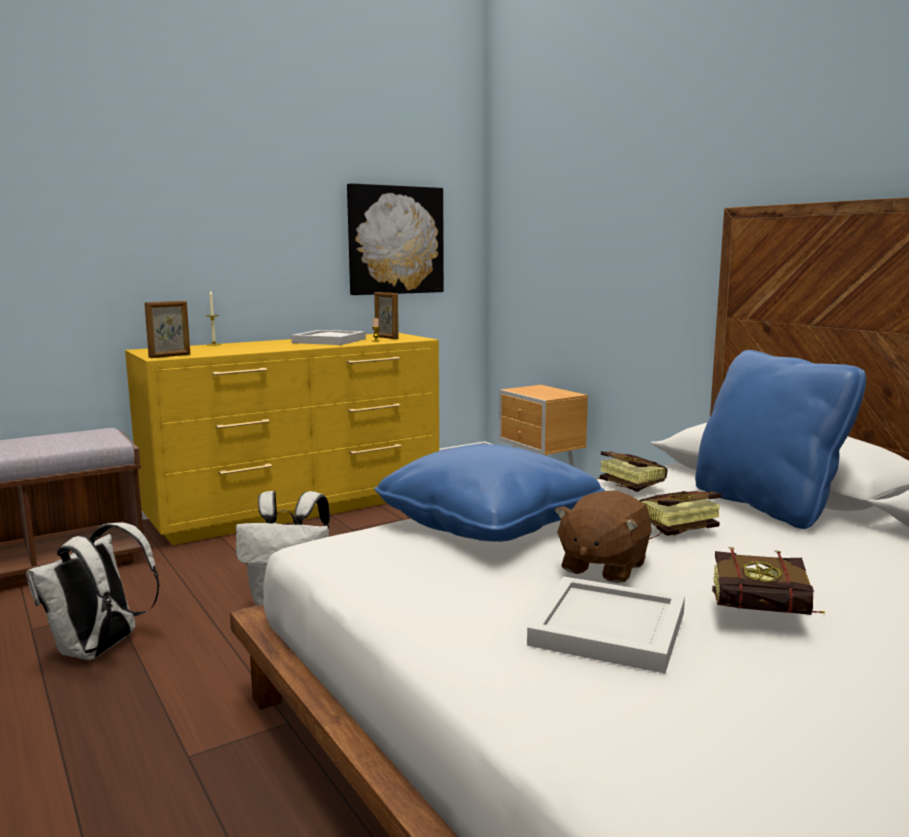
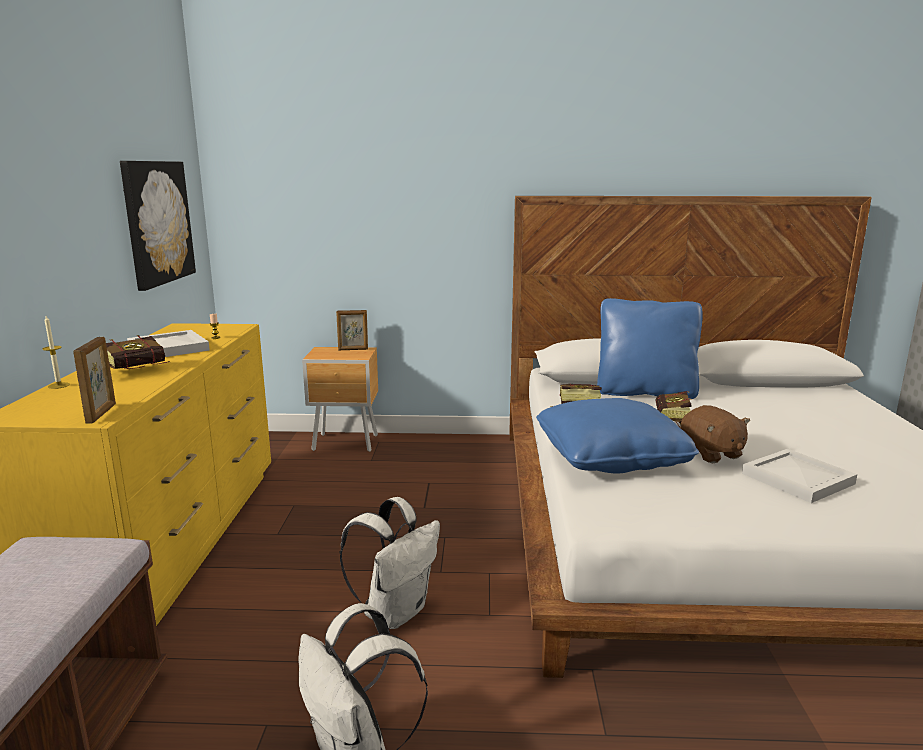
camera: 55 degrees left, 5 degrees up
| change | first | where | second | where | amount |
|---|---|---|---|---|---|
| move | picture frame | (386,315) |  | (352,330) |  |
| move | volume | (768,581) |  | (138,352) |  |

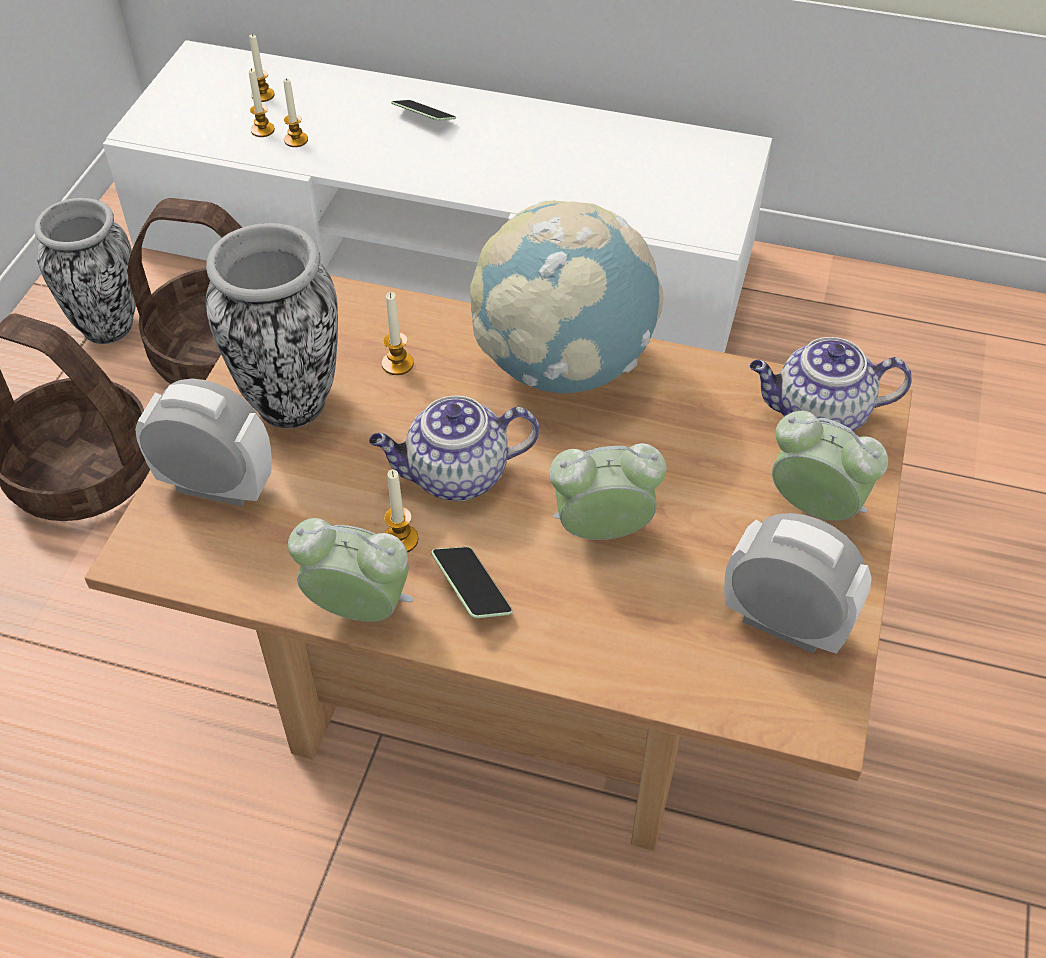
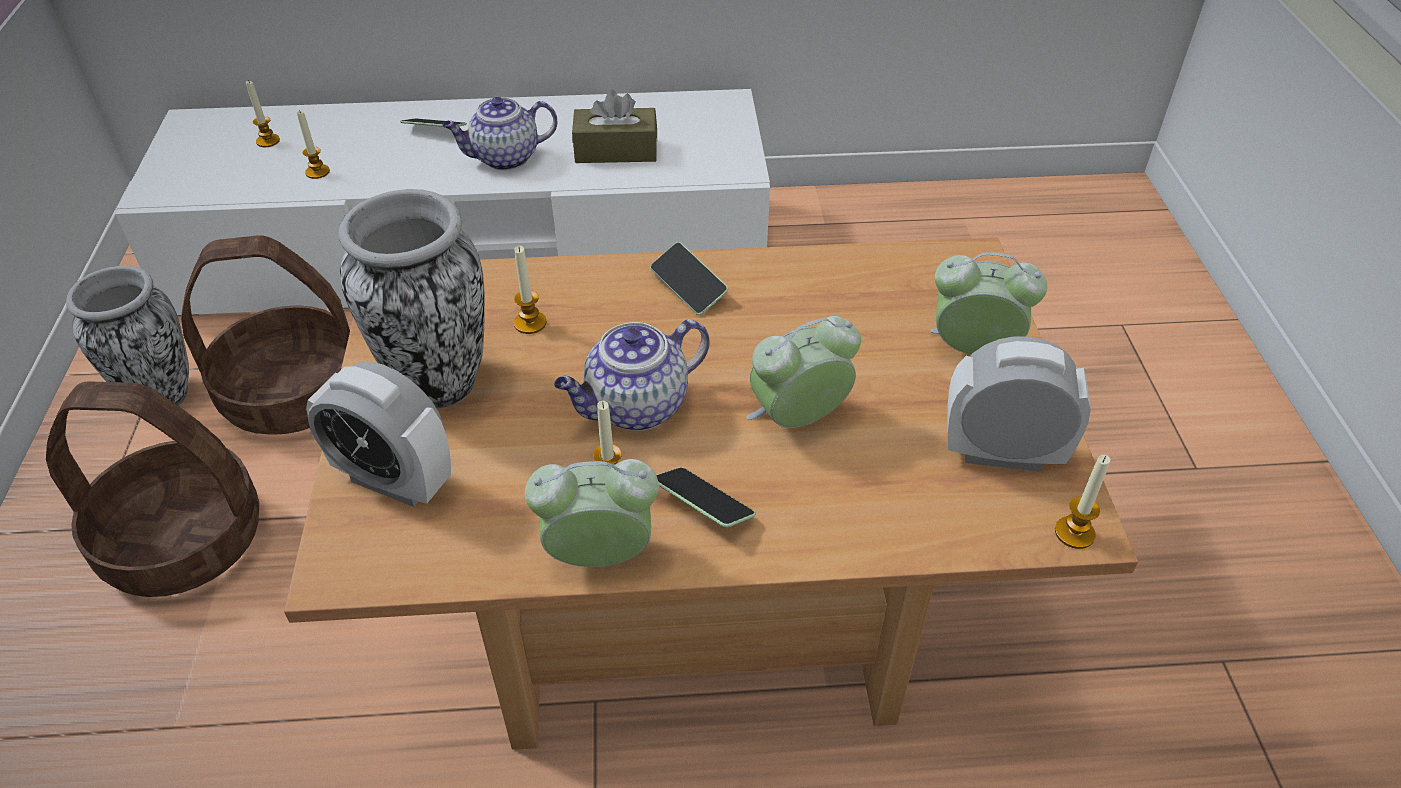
camera: 20 degrees left, 5 degrees down
| change | first | where | second | where | amount |
|---|---|---|---|---|---|
| insert |  |  | brown tissue box | (614,126) |  |
| move | candle | (262,102) |  | (1082,502) |  |
| move | teapot | (831,384) |  | (499,134) |  |
| replace | desk globe | (566,296) | handset | (689,278) |  |
| rotate | alarm clock | (203,442) |  | (378,434) | 150 degrees counterclockwise |

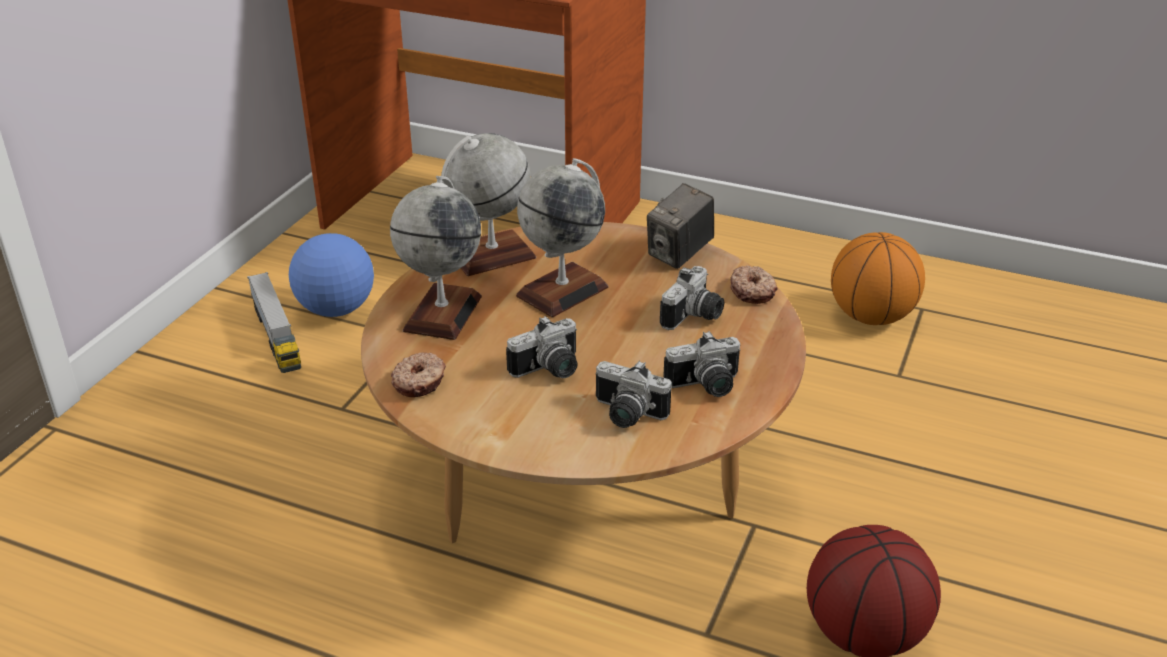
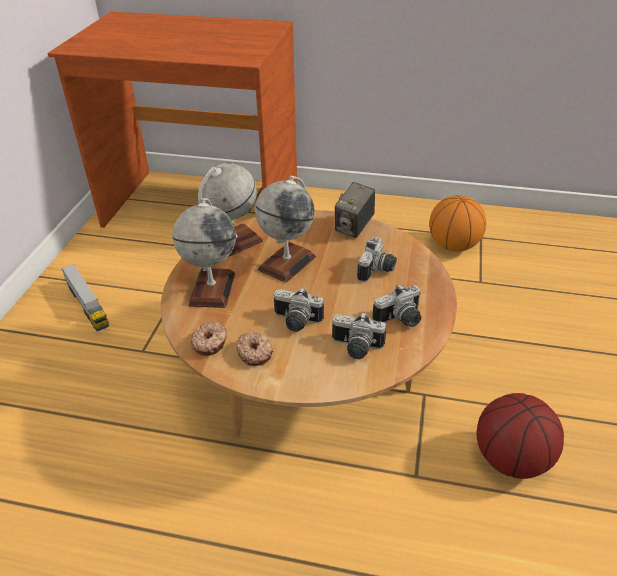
camera: 10 degrees left, 5 degrees up
| change | first | where | second | where | amount |
|---|---|---|---|---|---|
| delete | football | (331,275) |  |  |  |
| move | donut | (753,284) |  | (255,349) |  |
| rotate | still camera | (541,347) |  | (299,309) | 60 degrees clockwise |

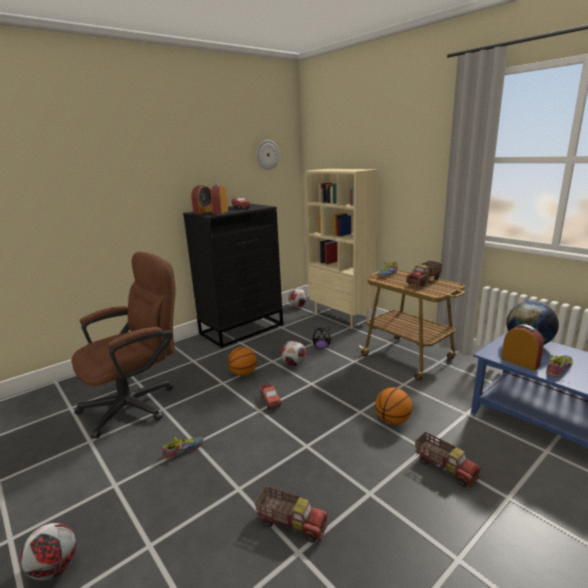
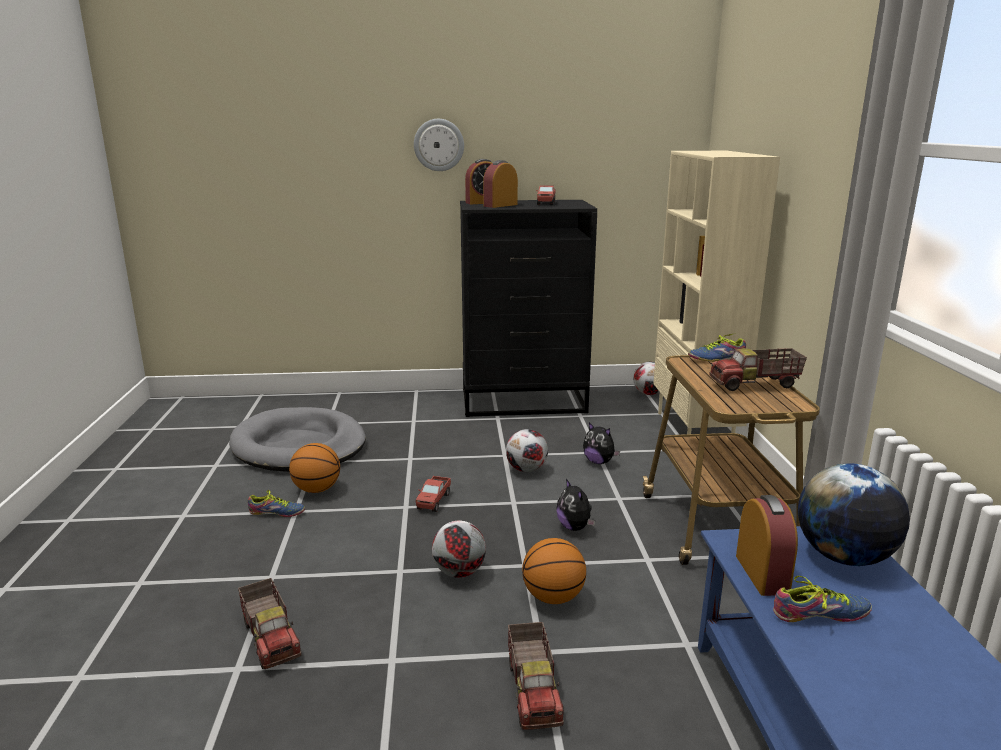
camera: 35 degrees right, 0 degrees up
| change | first | where | second | where | amount |
|---|---|---|---|---|---|
| insert |  |  | plush toy | (576,505) |  |
| move | football | (48,551) |  | (459,549) |  |
| move | ball for basketball | (242,361) |  | (314,468) |  |
| move | wall clock | (267,155) |  | (439,145) |  |
| replace | brown office chair | (123,344) | gray dog cushion | (297,439) |  |

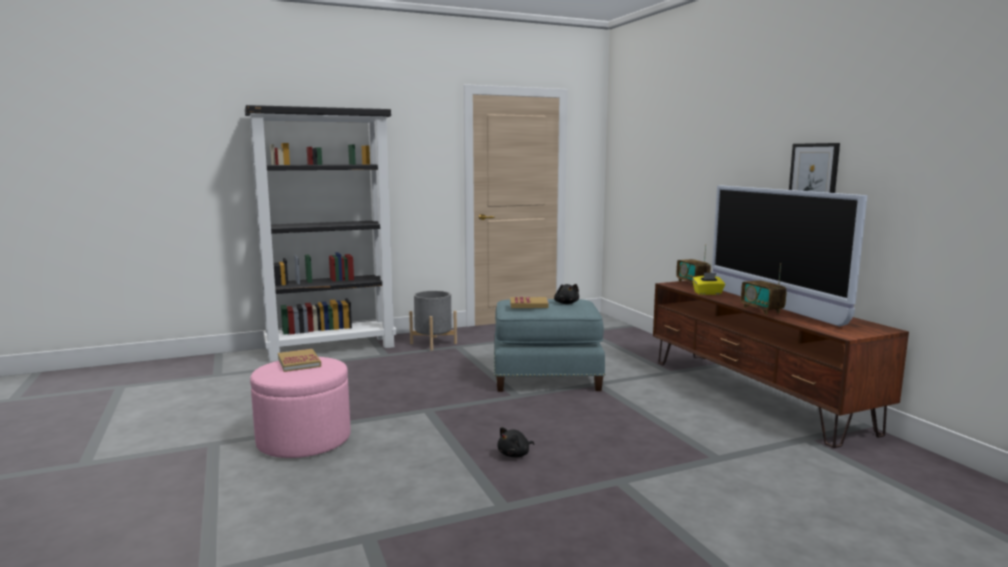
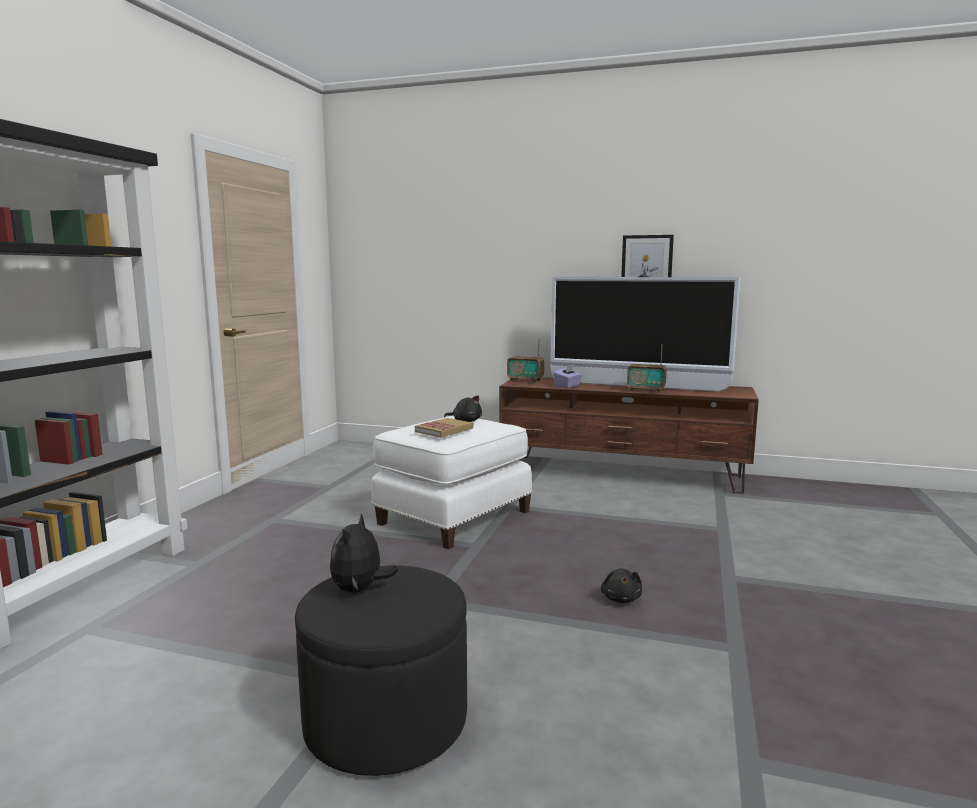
camera: 50 degrees left, 0 degrees up
| change | first | where | second | where | amount |
|---|---|---|---|---|---|
| delete | gray flower pot | (433,321) |  |  |  |
| replace | volume | (299,360) | plush toy | (364,553) |  |
| recolor | pink pouffe | (300,407) | blackish pouffe | (381,670) |  |
| recolor | bluish pouffe | (549,345) | whitish pouffe | (451,482) |  |
| recolor | yellowish tissue box | (708,284) | purplish tissue box | (567,376) |  |

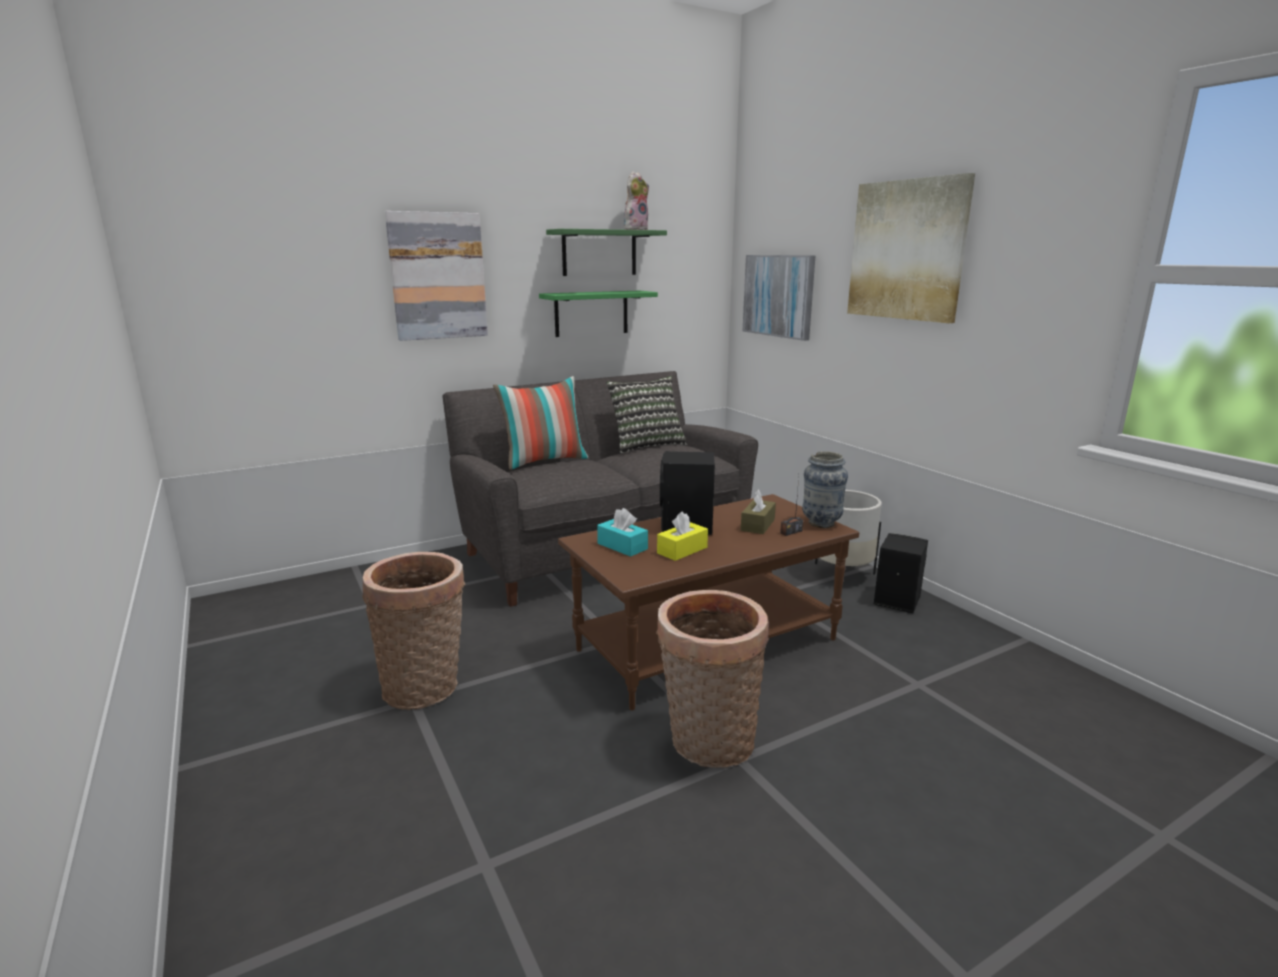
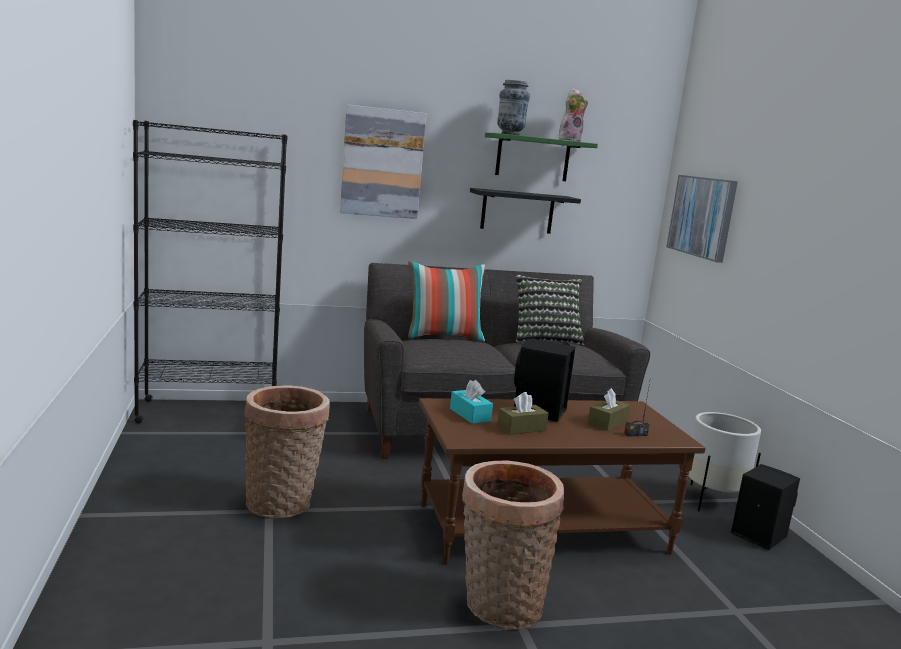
camera: 15 degrees right, 5 degrees down
| change | first | where | second | where | amount |
|---|---|---|---|---|---|
| delete | picture | (911,248) |  |  |  |
| insert |  |  | blackish bookcase | (210,272) |  |
| move | vase | (825,489) |  | (513,107) |  |
| recolor | green-coloured shelf | (598,314) | blackish shelf | (525,211) |  |
| recolor | yellowish tissue box | (682,536) | brown tissue box | (522,413) |  |

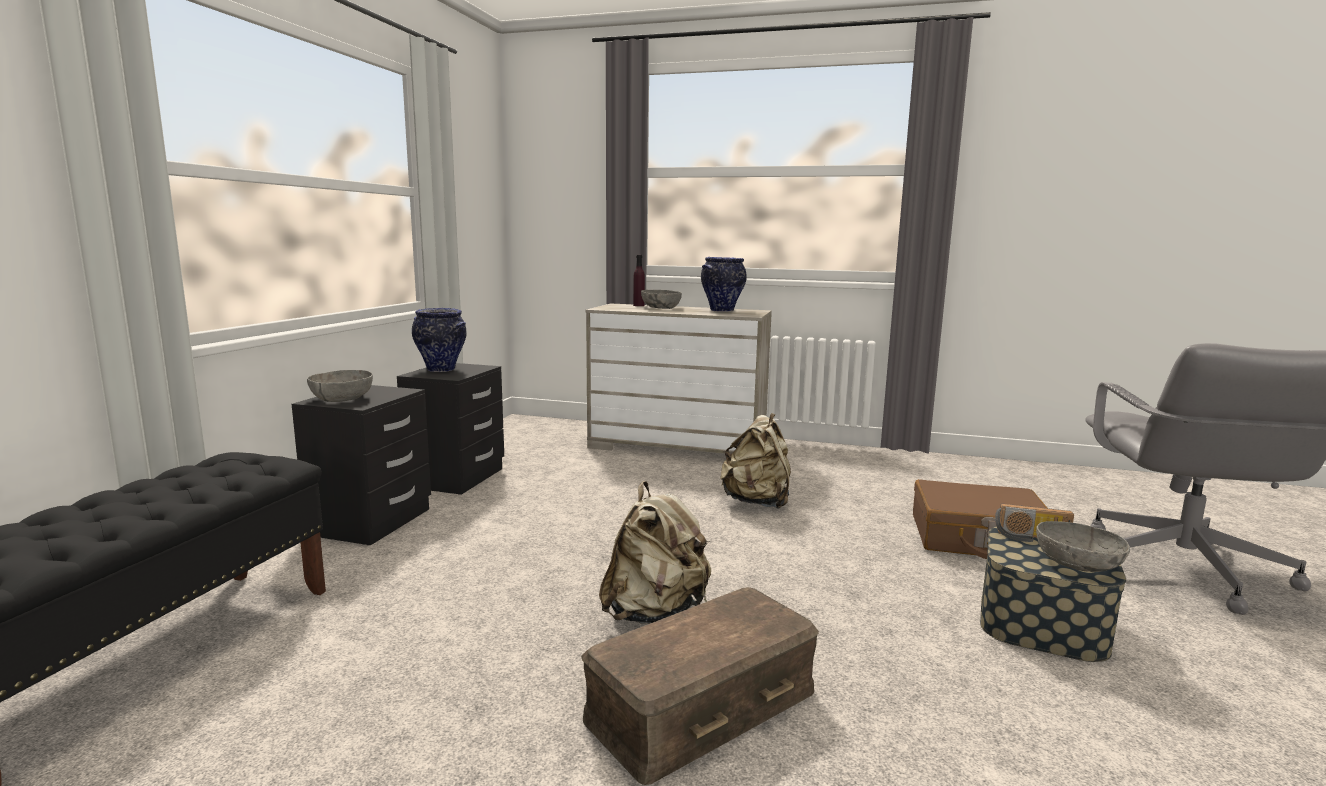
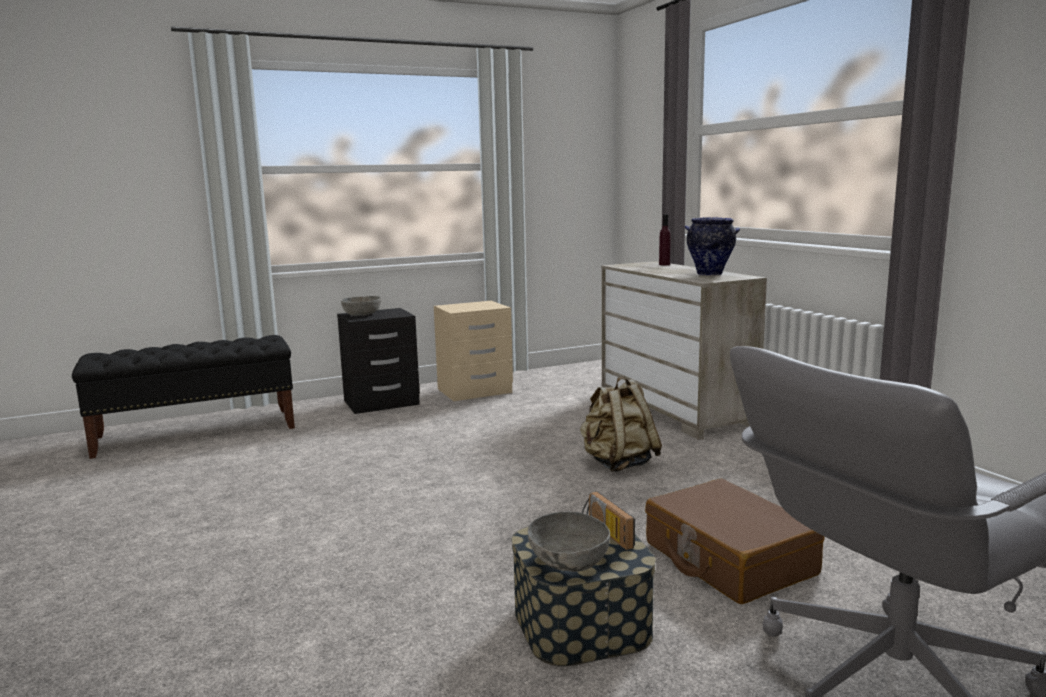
camera: 50 degrees right, 0 degrees up
| change | first | where | second | where | amount |
|---|---|---|---|---|---|
| delete | vase | (439,340) |  |  |  |
| delete | brown storage box | (700,686) |  |  |  |
| delete | beige-coloured knapsack | (655,552) |  |  |  |
| delete | gray deep dish | (661,299) |  |  |  |
| recolor | blackish night table | (450,429) | beige-coloured night table | (473,351) |  |

